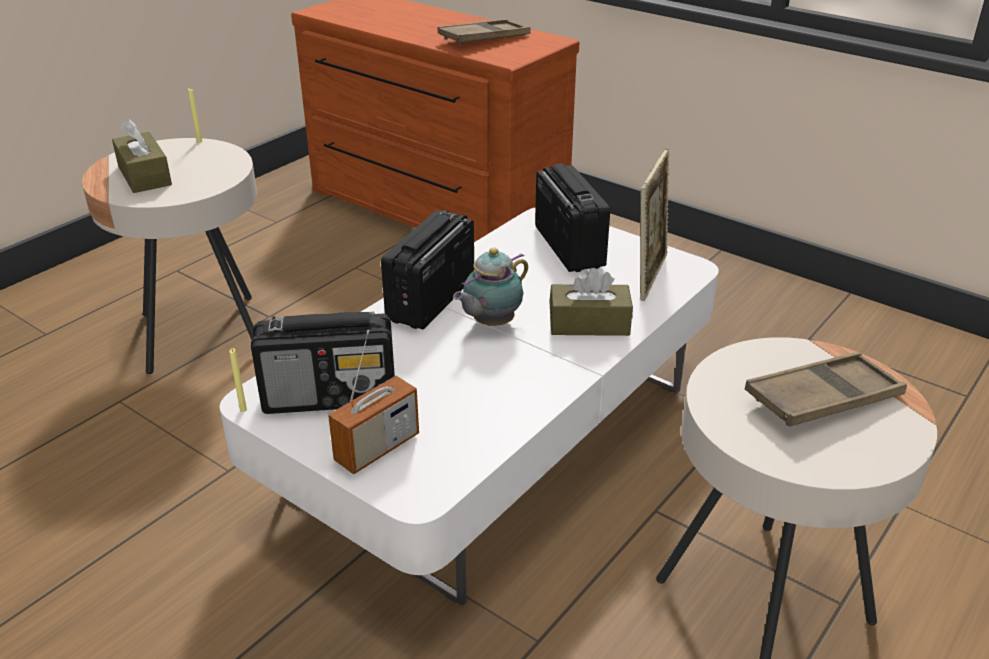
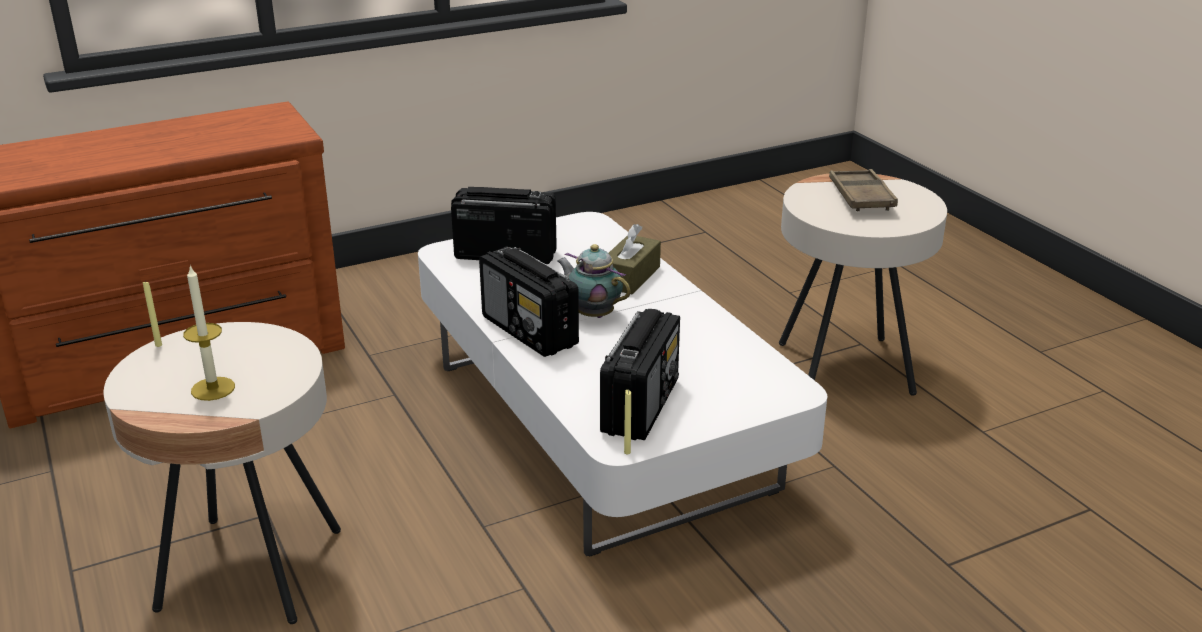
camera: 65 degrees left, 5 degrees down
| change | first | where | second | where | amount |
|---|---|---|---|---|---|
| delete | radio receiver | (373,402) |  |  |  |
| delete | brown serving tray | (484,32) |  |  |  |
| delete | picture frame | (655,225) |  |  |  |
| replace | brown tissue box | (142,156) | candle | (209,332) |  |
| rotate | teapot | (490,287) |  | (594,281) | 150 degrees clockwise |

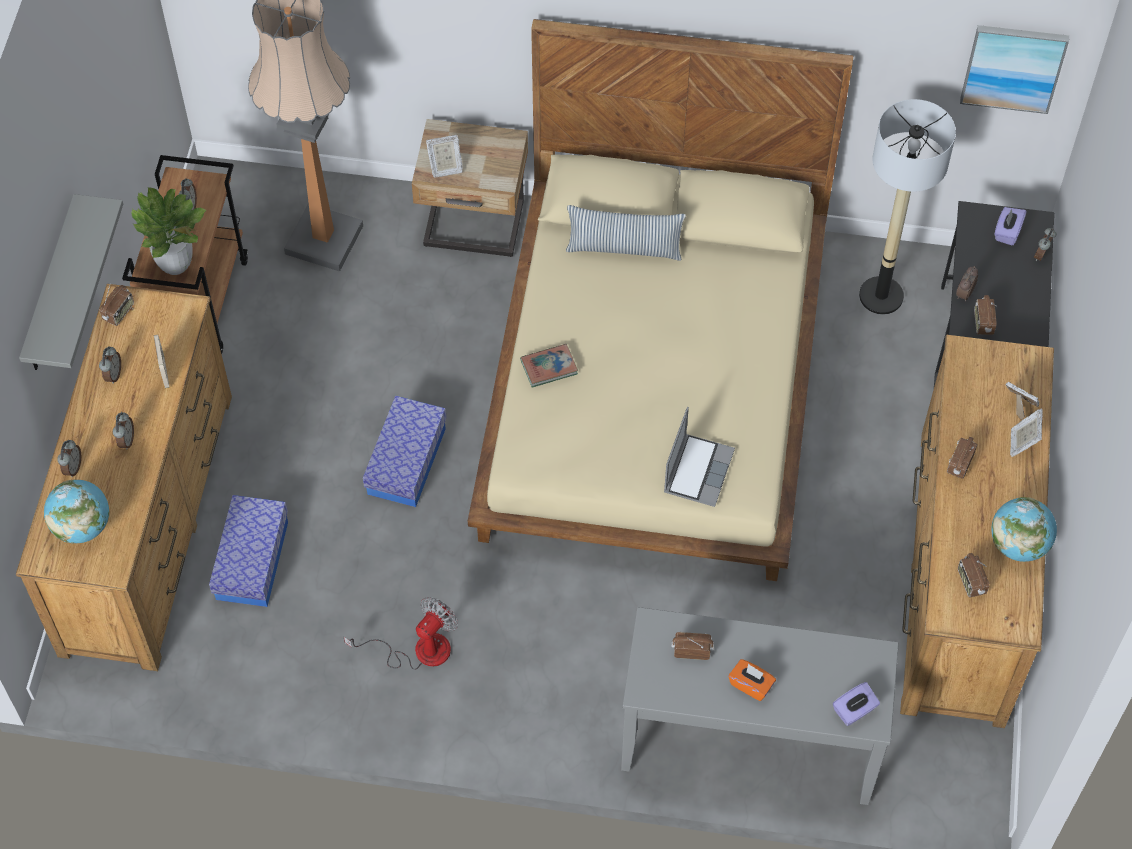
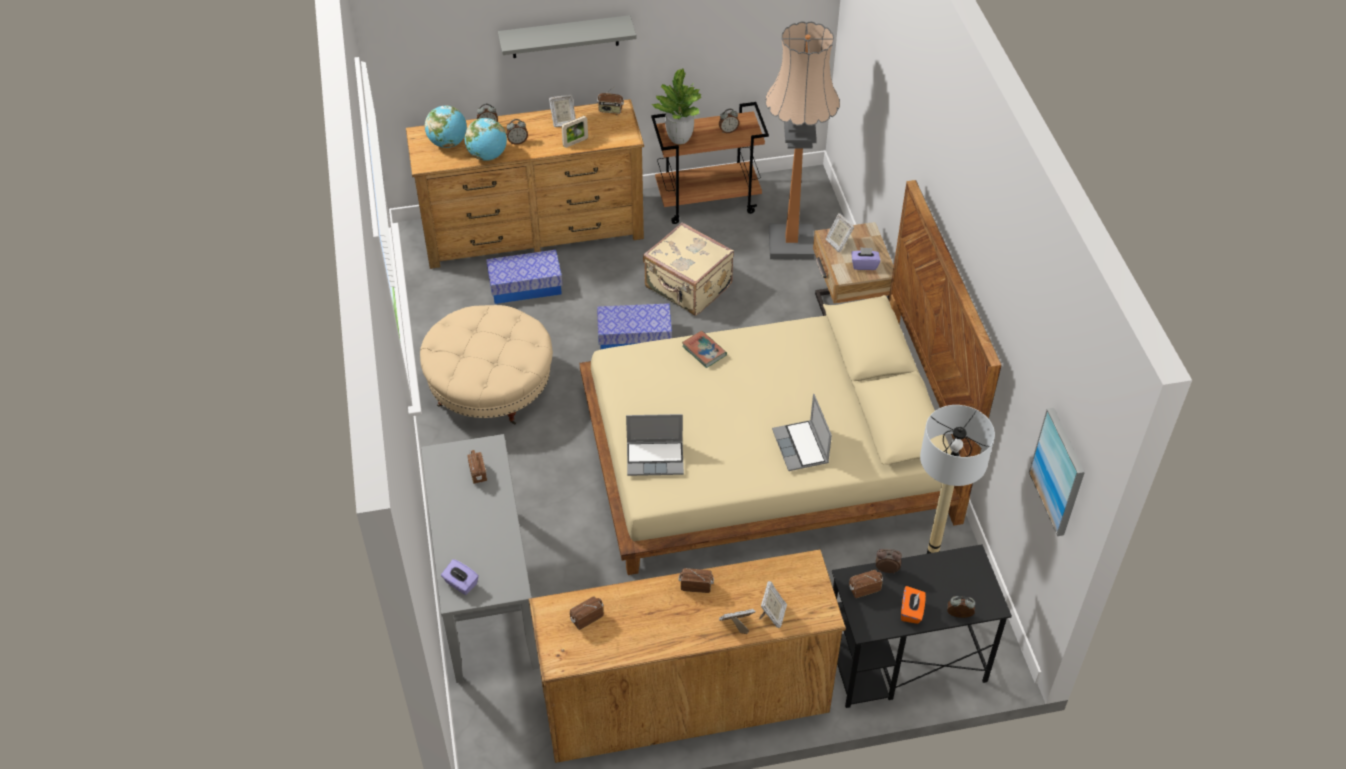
camera: 70 degrees right, 10 degrees down
| change | first | where | second | where | amount |
|---|---|---|---|---|---|
| delete | cushion | (626,233) |  |  |  |
| insert |  |  | beige-coloured piece of luggage | (688,269) |  |
| insert |  |  | notebook computer | (802,432) |  |
| move | orange-coloured tissue box | (752,680) |  | (913,605) |  |
| move | desk globe | (1024,529) |  | (485,139) |  |
| move | purplish tissue box | (1010,226) |  | (865,258) |  |
| replace | alarm clock | (110,365) | picture frame | (562,111) |  |
| replace | cooling fan | (401,633) | beige-coloured pouffe | (486,364) |  |

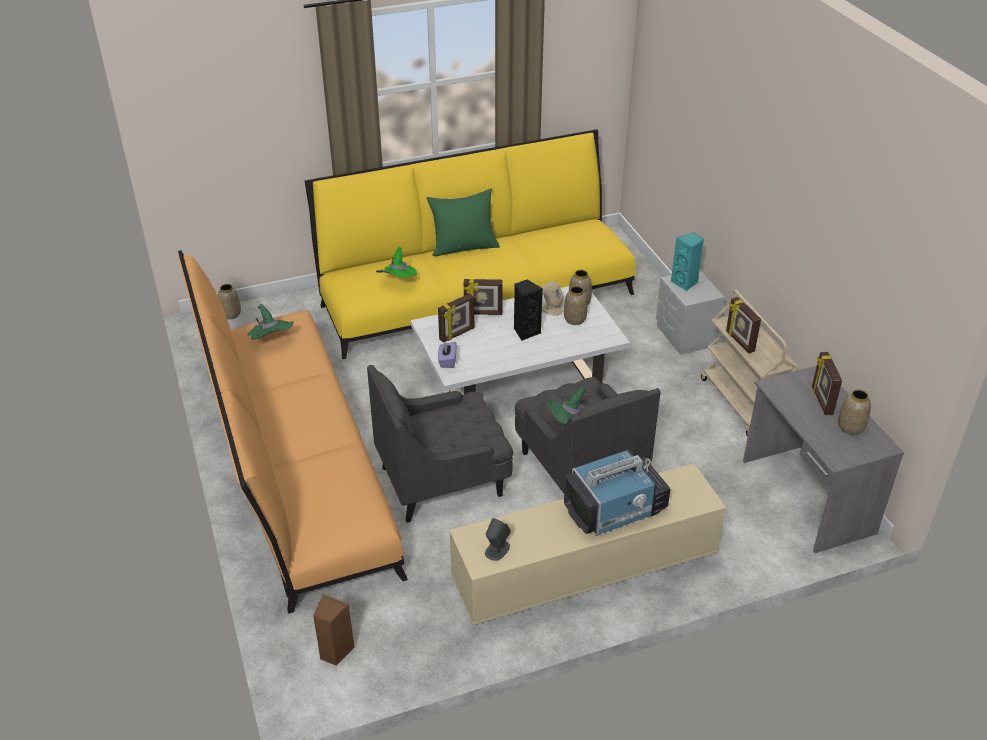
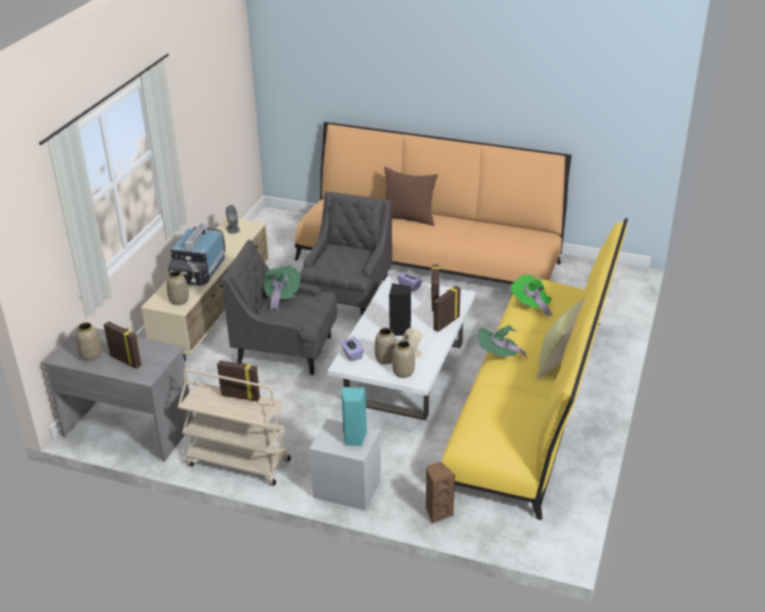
camera: 130 degrees right, 5 degrees down
| change | first | where | second | where | amount |
|---|---|---|---|---|---|
| insert |  |  | purplish tissue box | (352,348) |  |
| insert |  |  | brown cushion | (411,196) |  |
| move | vase | (229,301) |  | (178,287) |  |
| move | green-coloured wearable hat | (270,322) |  | (502,341) |  |
| move | brown audio speaker | (334,630) |  | (440,493) |  |
| recolor | green-coloured cushion | (463,222) | yellowish cushion | (561,338) |  |

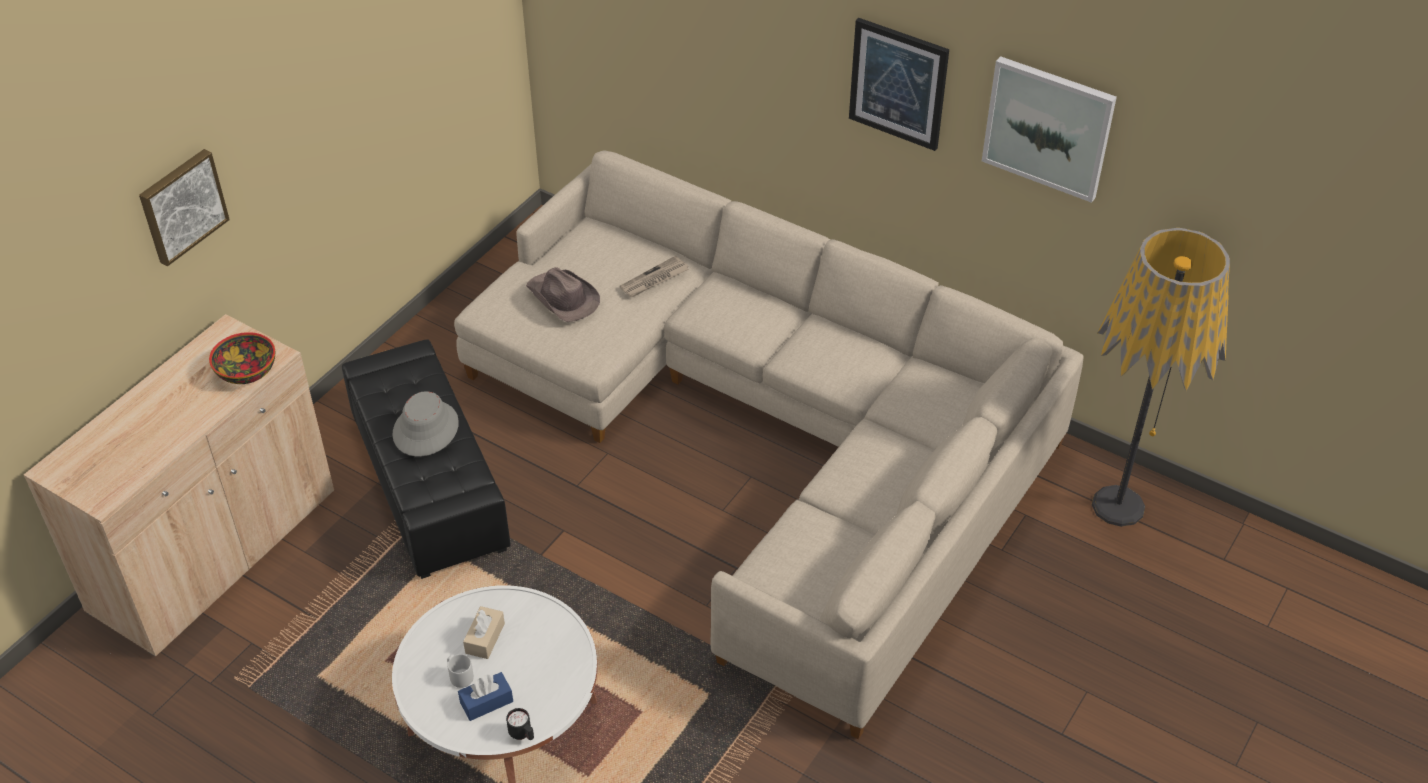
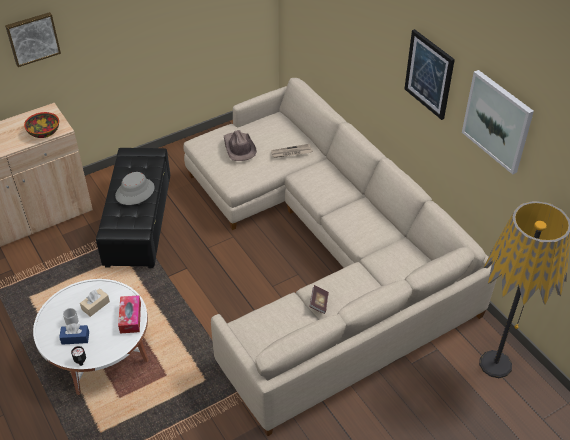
camera: 25 degrees right, 0 degrees up
| change | first | where | second | where | amount |
|---|---|---|---|---|---|
| insert |  |  | tissue box | (129,314) |  |
| insert |  |  | volume | (319,299) |  |

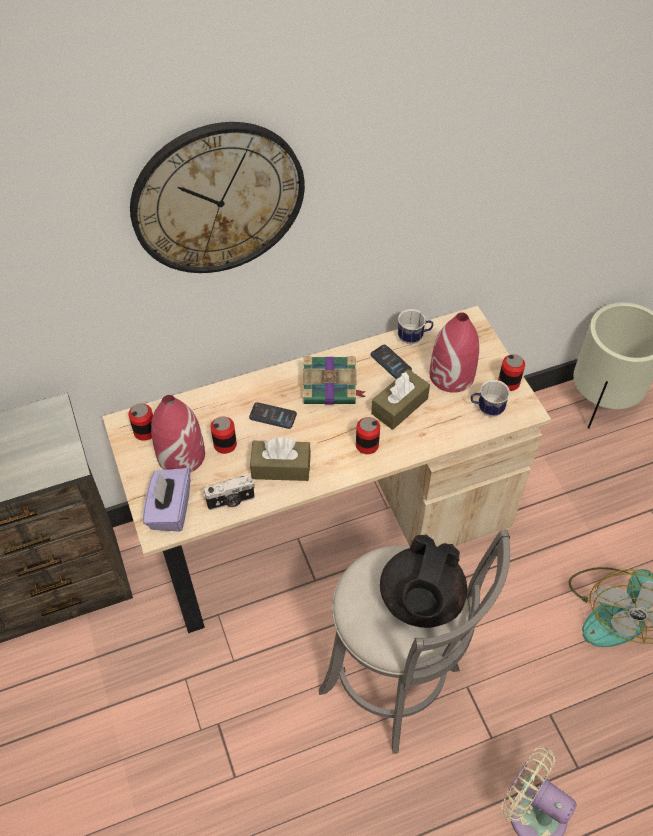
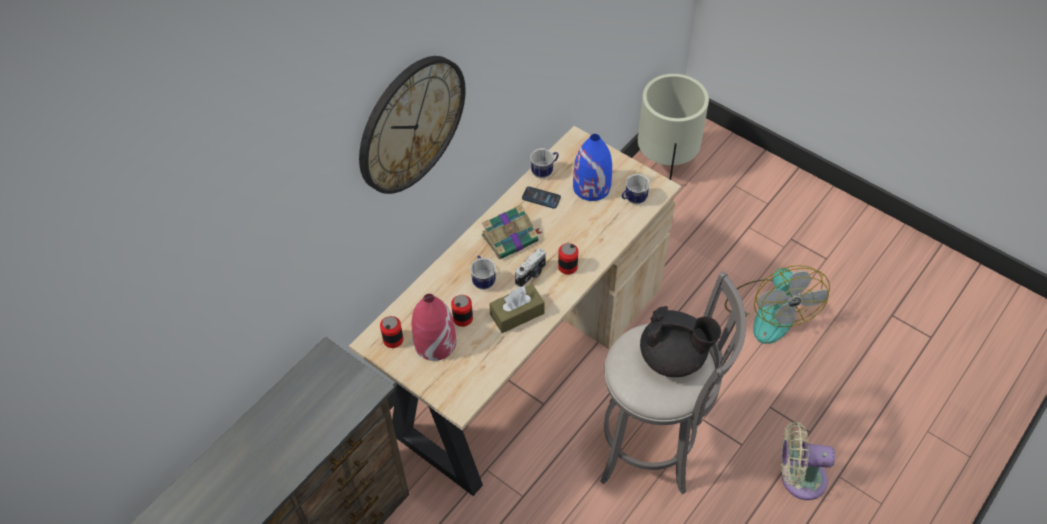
camera: 30 degrees left, 0 degrees up
| change | first | where | second | where | amount |
|---|---|---|---|---|---|
| delete | purplish tissue box | (166,500) |  |  |  |
| delete | brown tissue box | (400,399) |  |  |  |
| delete | metal can | (511,372) |  |  |  |
| move | still camera | (229,493) |  | (530,267) |  |
| replace | handset | (273,415) | mug | (483,272) |  |
| recolor | red-coloured vase | (454,352) | bluish vase | (592,167) |  |
| rotate | blackish teapot | (423,581) |  | (680,341) | 60 degrees counterclockwise |

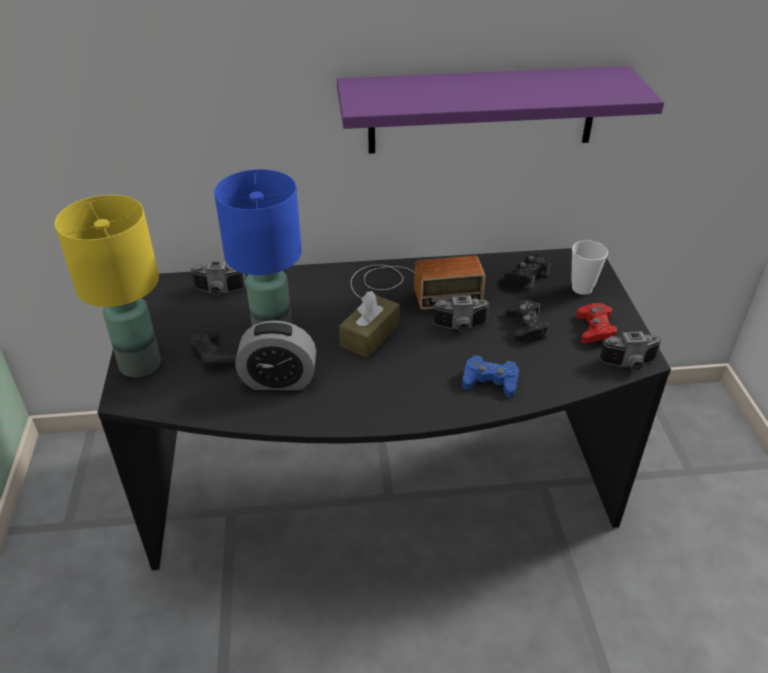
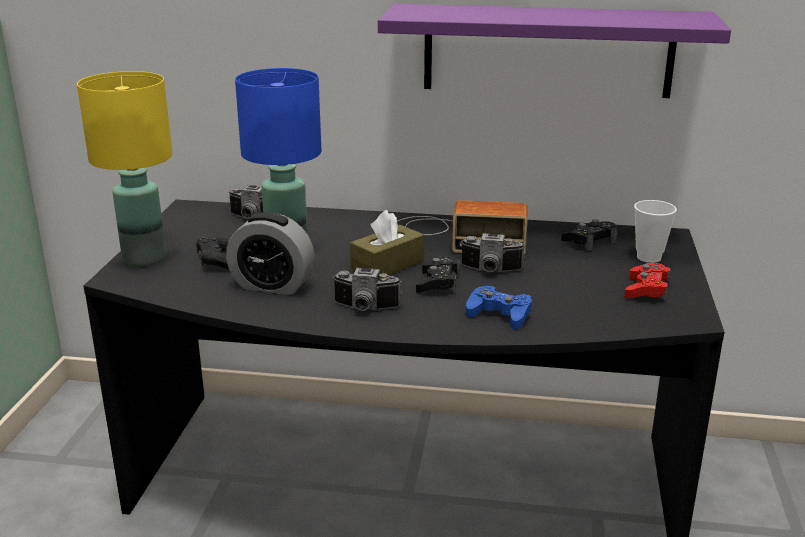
camera: 15 degrees right, 15 degrees down
| change | first | where | second | where | amount |
|---|---|---|---|---|---|
| move | blackish gamepad | (527,321) |  | (438,274) |  |
| move | still camera | (631,350) |  | (367,289) |  |

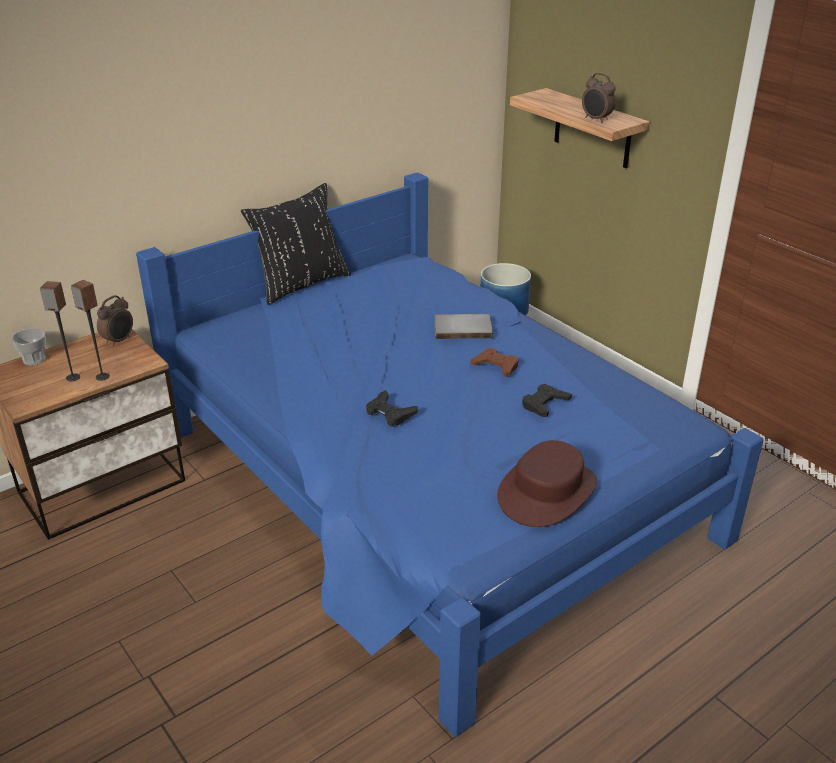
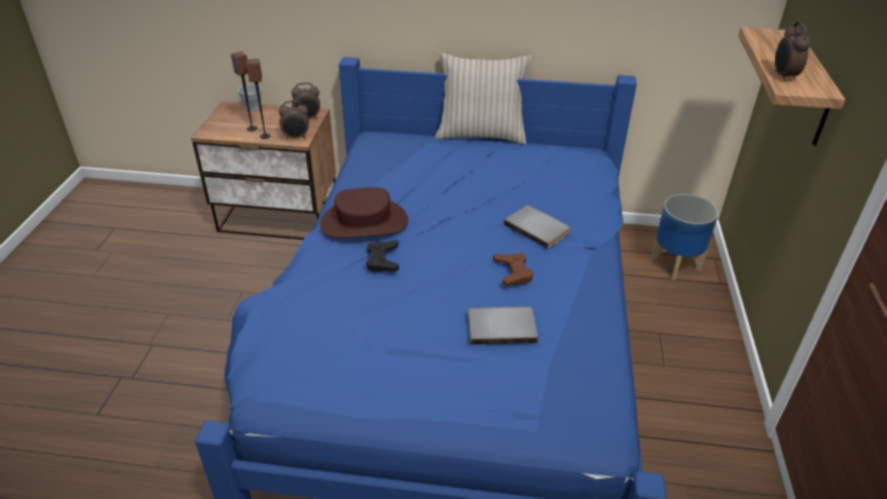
camera: 45 degrees right, 5 degrees up
| change | first | where | second | where | amount |
|---|---|---|---|---|---|
| insert |  |  | alarm clock | (294,120) |  |
| move | brown wearable hat | (547,483) |  | (364,212) |  |
| replace | blackish gamepad | (547,400) | gray volume | (503,326) |  |
| recolor | blackish cushion | (296,244) | beige-coloured cushion | (484,99) |  |

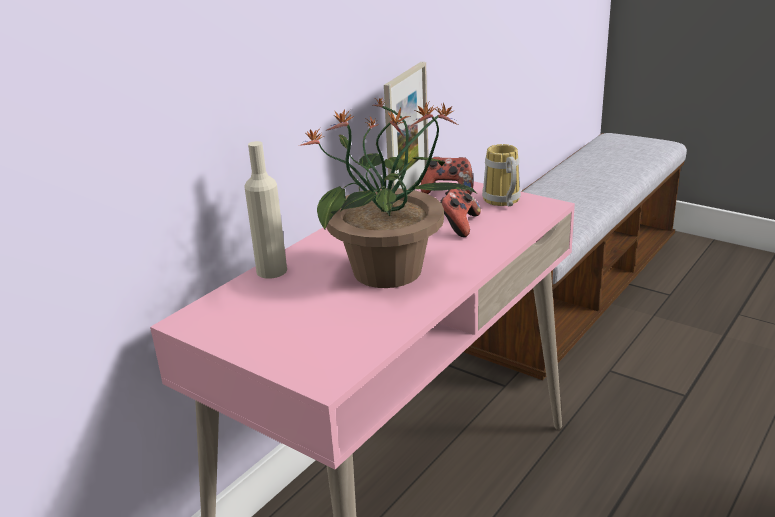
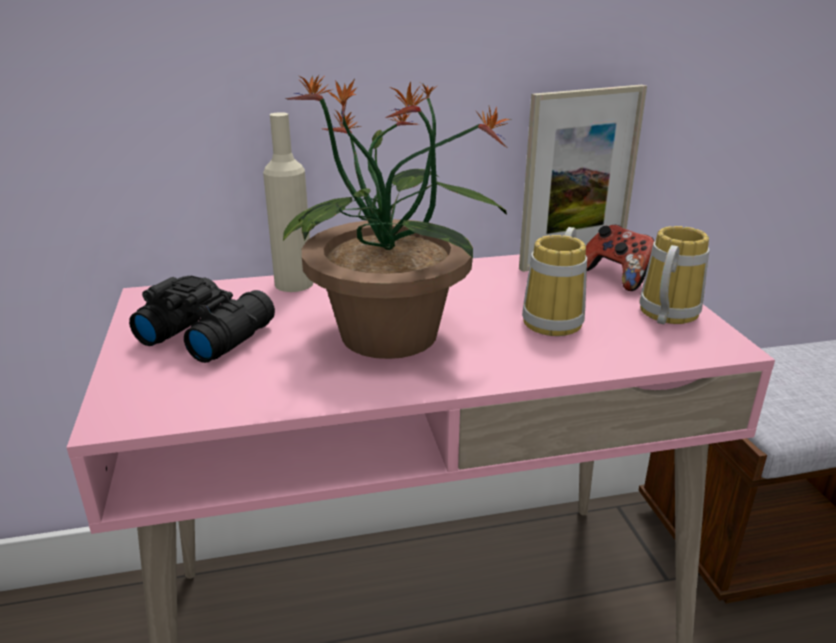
camera: 40 degrees right, 0 degrees up
| change | first | where | second | where | amount |
|---|---|---|---|---|---|
| insert |  |  | blackish field glasses | (202,319) |  |
| replace | gamepad | (460,213) | mug | (554,281) |  |

